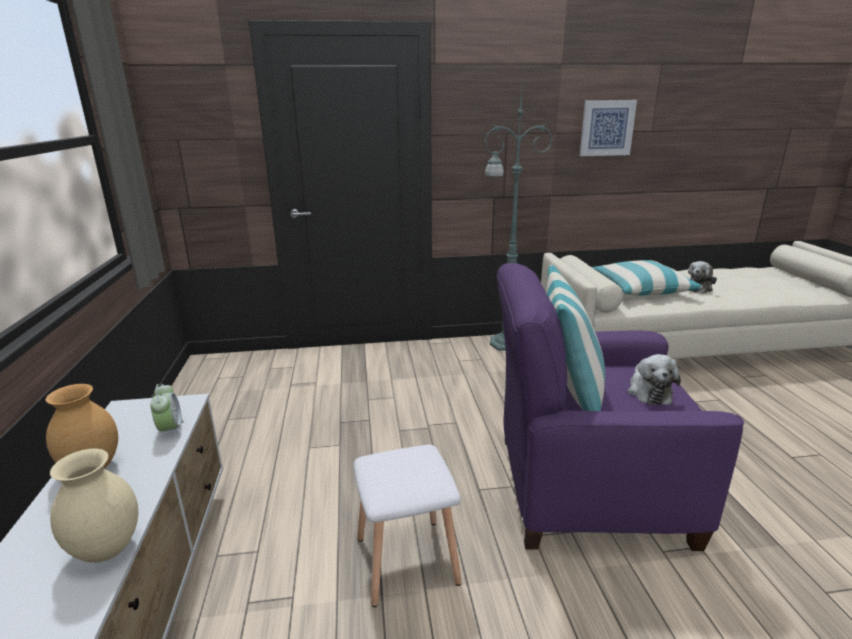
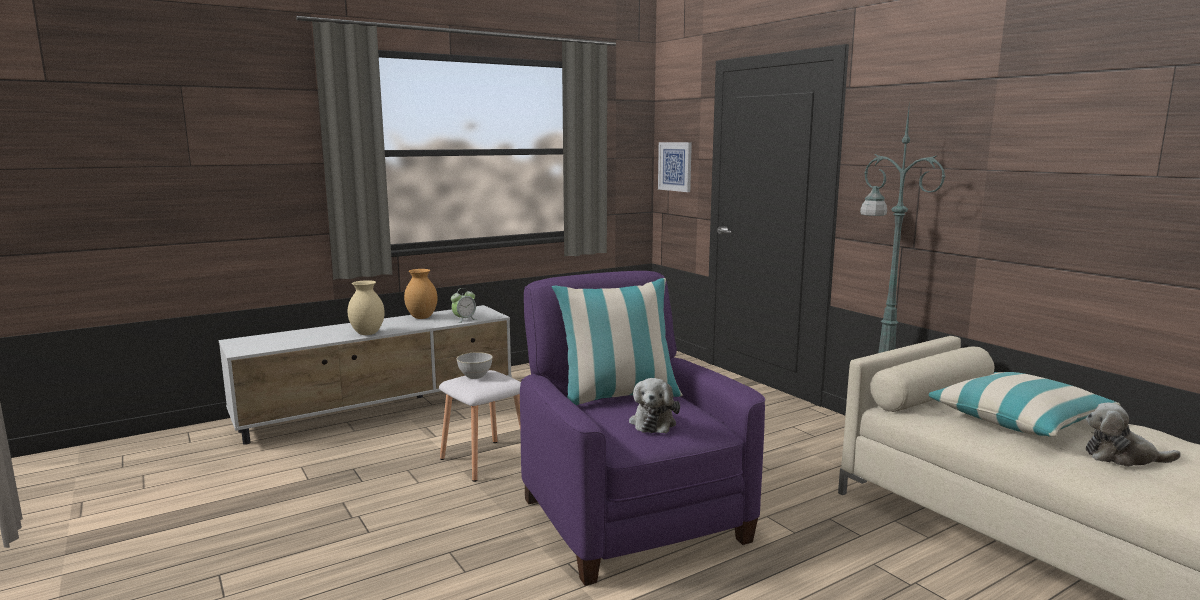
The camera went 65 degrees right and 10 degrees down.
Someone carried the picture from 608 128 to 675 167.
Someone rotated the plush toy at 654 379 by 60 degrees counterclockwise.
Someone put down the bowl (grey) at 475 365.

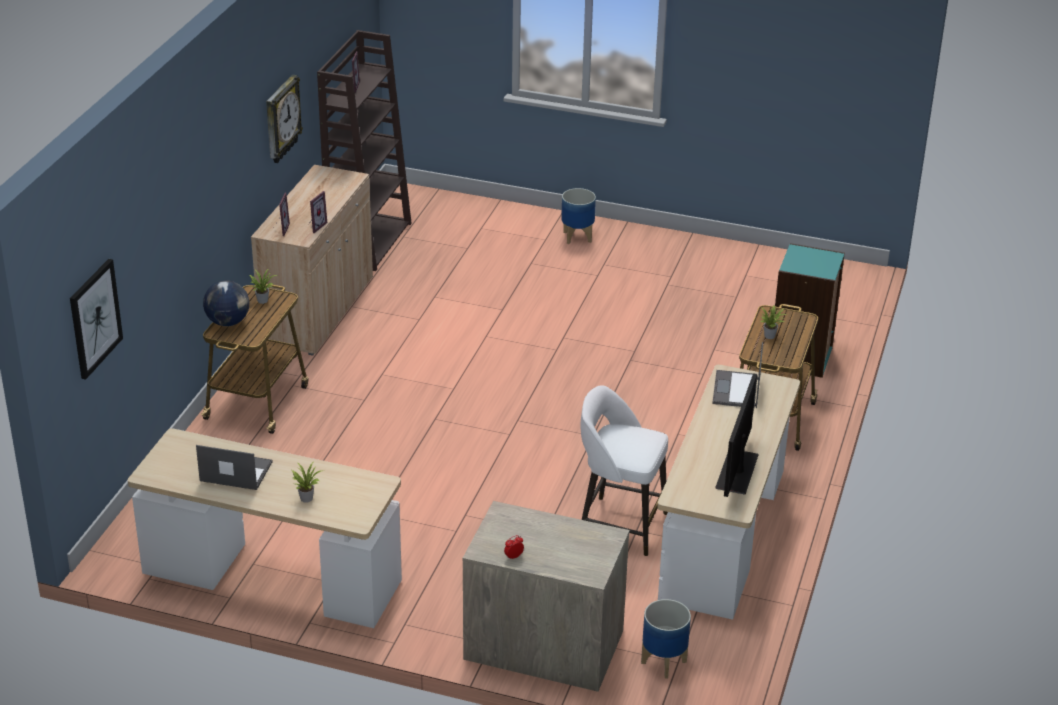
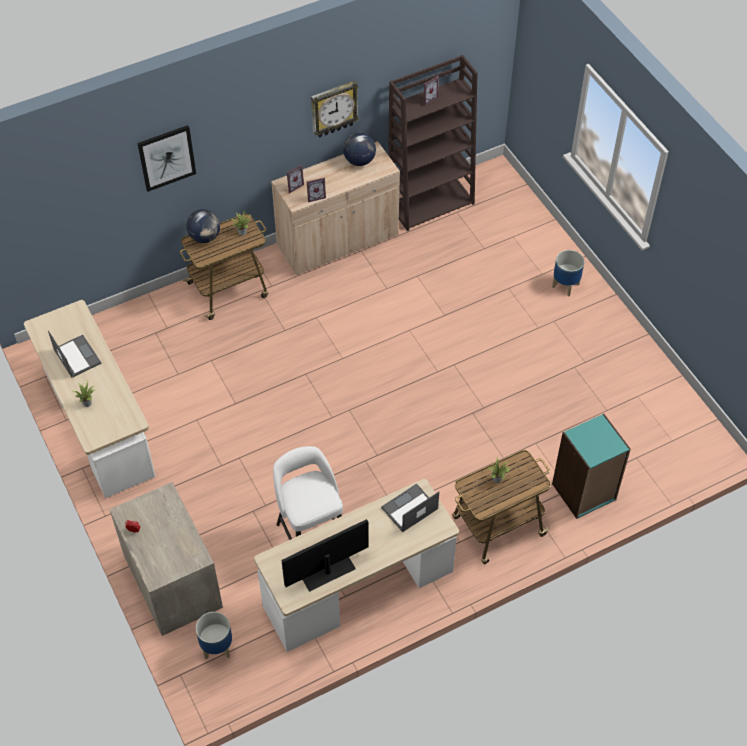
The camera went 45 degrees right and 20 degrees up.
Someone carried the picture from 96 319 to 166 158.
Someone put down the globe at 359 149.

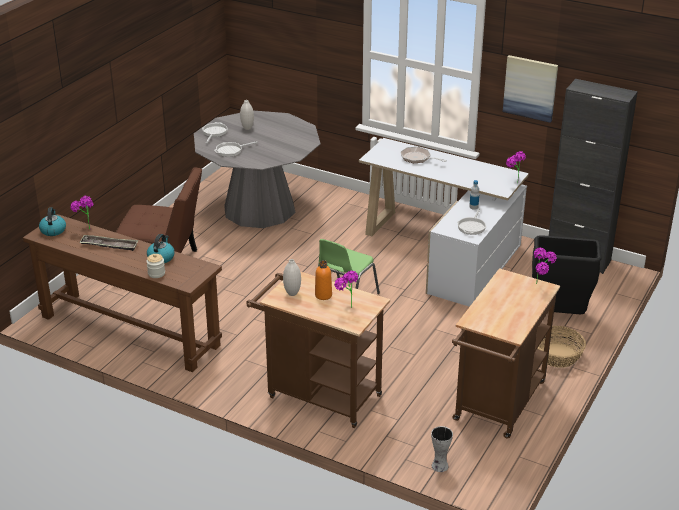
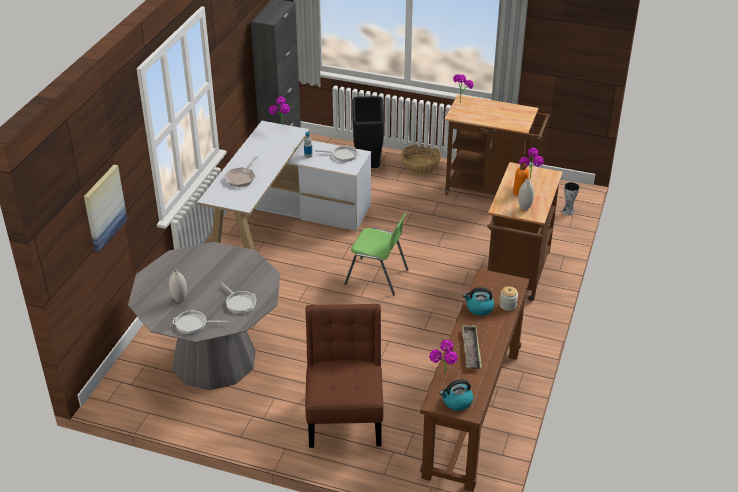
The camera went 100 degrees left and 5 degrees up.
Someone carried the picture from 530 89 to 105 209.

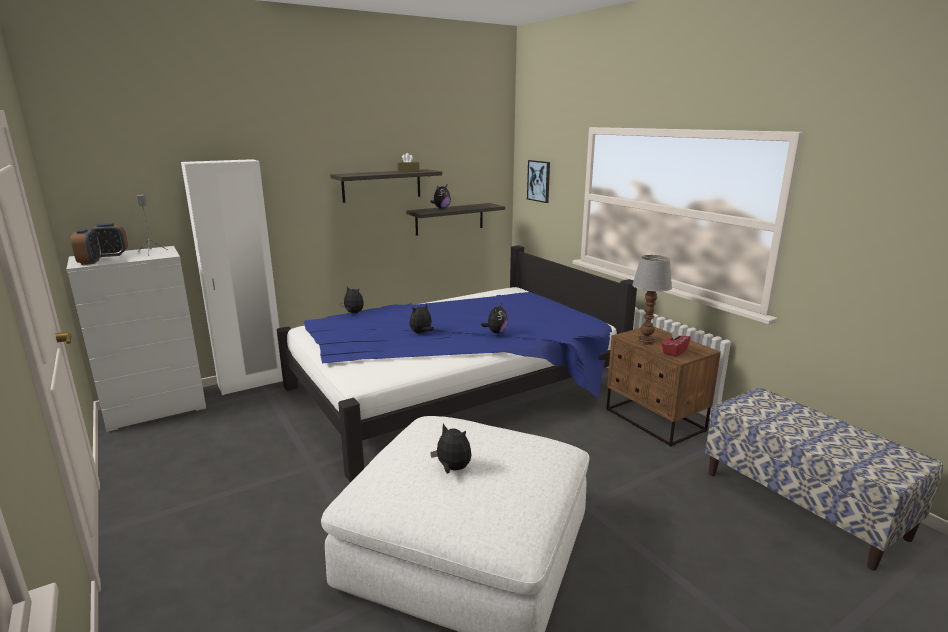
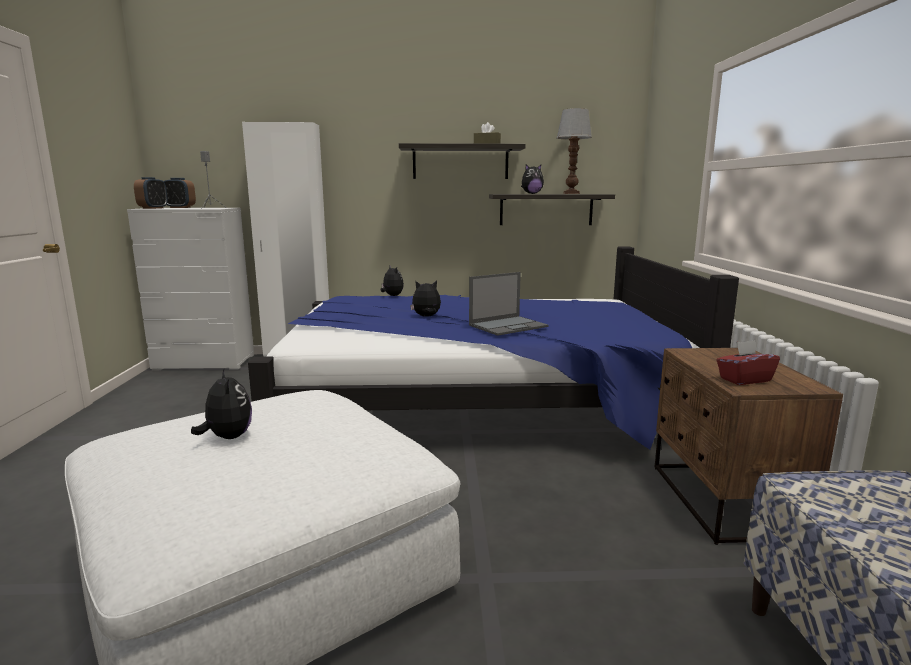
The camera went 30 degrees right and 5 degrees down.
Someone took away the picture at 538 181.
Someone carried the table lamp from 652 300 to 574 151.
Someone swapped the plush toy at 494 318 for the laptop at 509 304.

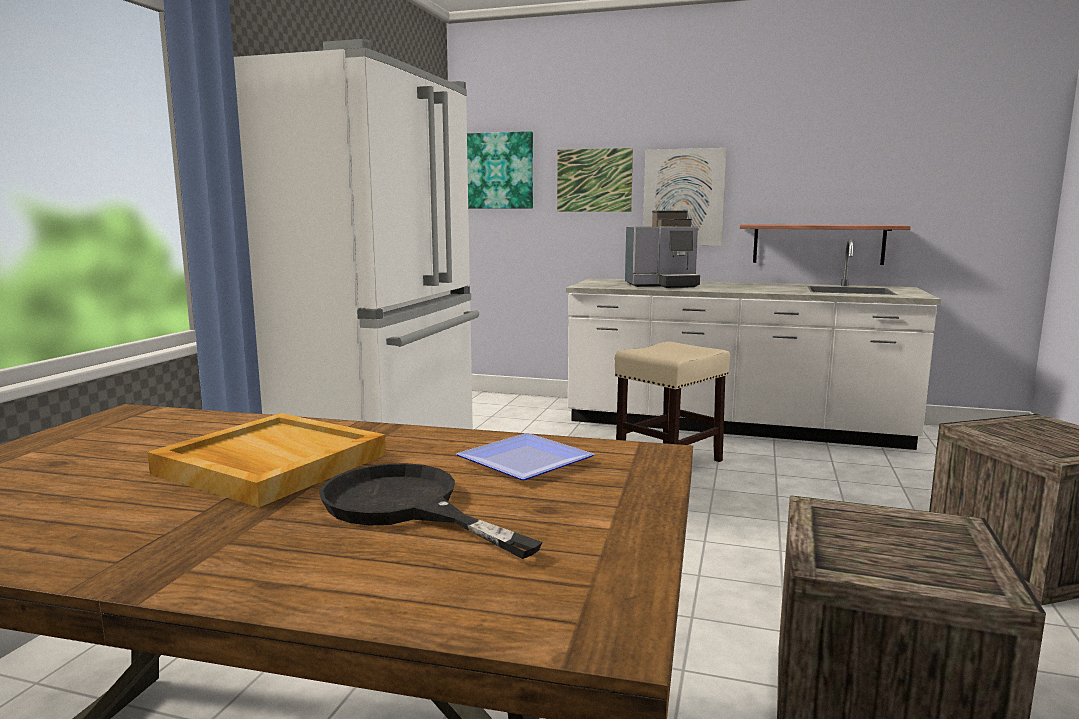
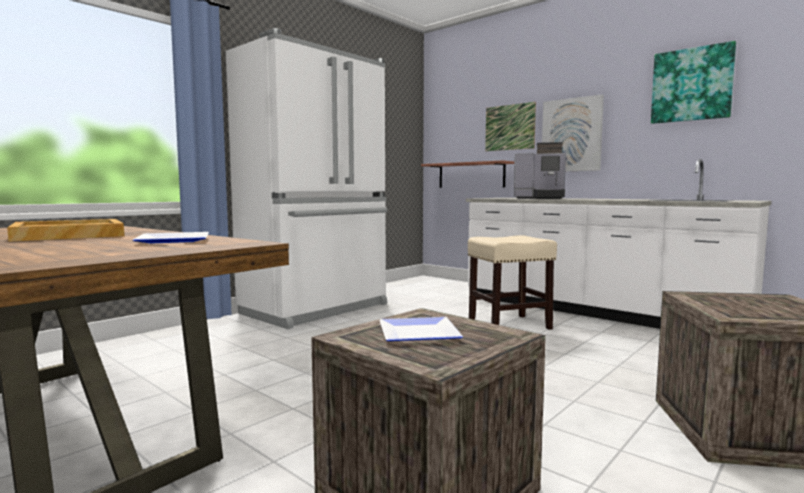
The camera went 25 degrees right and 5 degrees down.
Someone carried the picture from 500 170 to 693 82.
Someone carried the shelf from 825 244 to 467 174.
Someone took away the frying pan (black) at 430 511.
Someone put down the plate at 421 329.

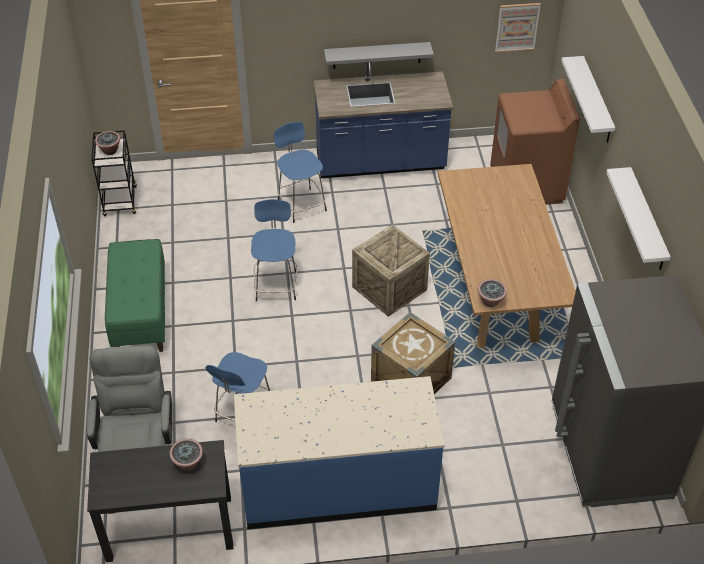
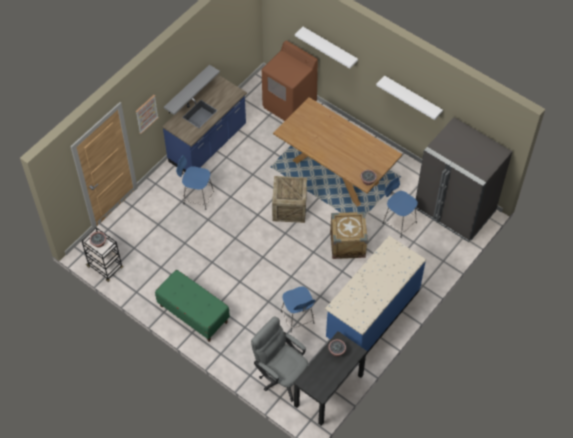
The camera went 45 degrees left and 10 degrees up.
Someone carried the picture from 518 27 to 147 114.
Someone carried the stool (blue) from 274 250 to 400 207.

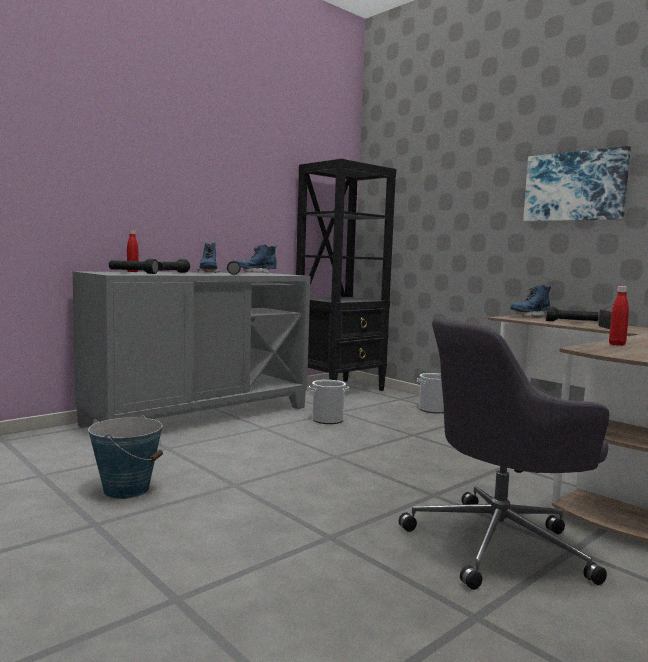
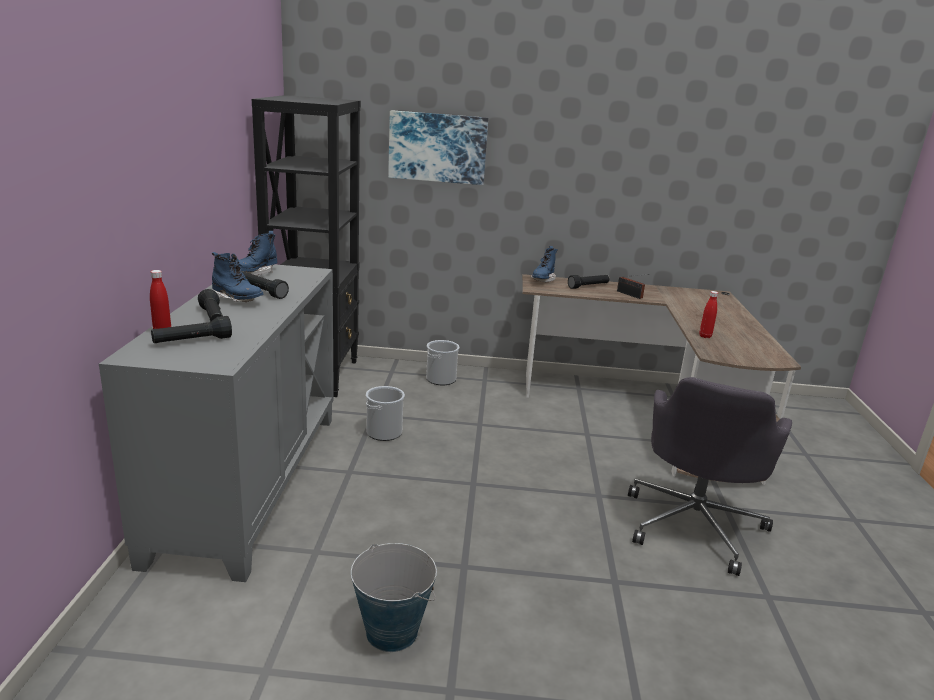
The camera went 45 degrees left and 15 degrees up.
Someone carried the picture from 577 184 to 438 147.

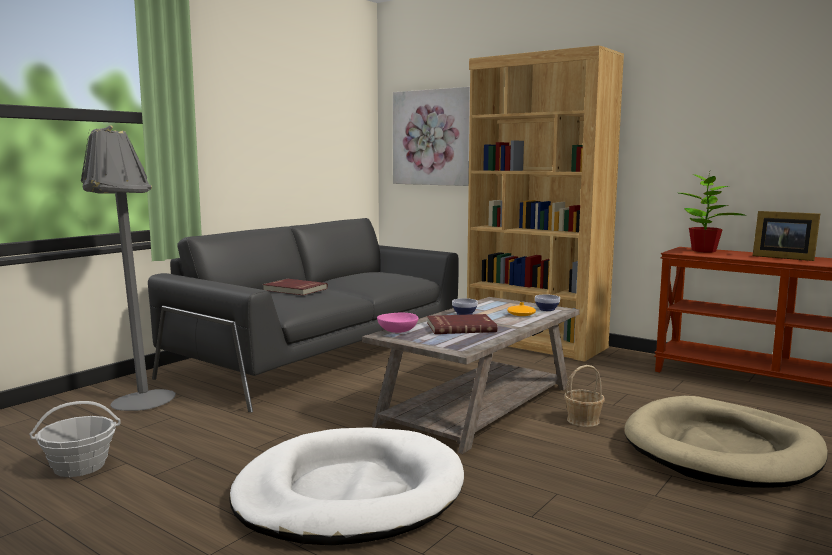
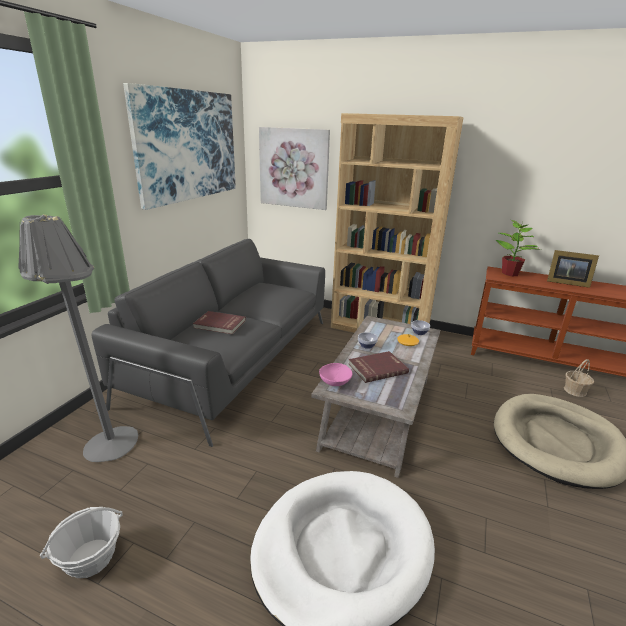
The camera went 15 degrees left and 15 degrees up.
Someone carried the basket from 584 396 to 579 378.
Someone put up the picture at 179 146.

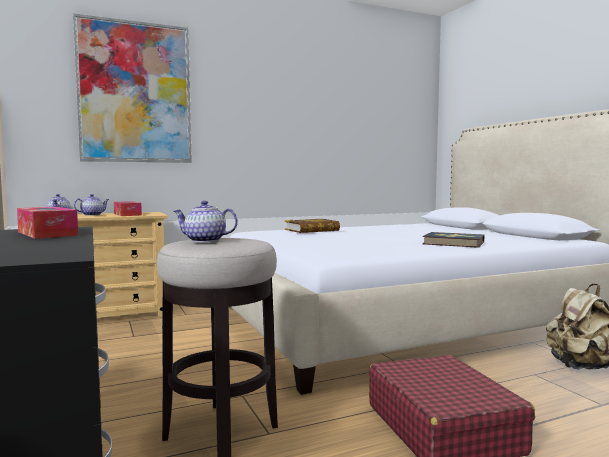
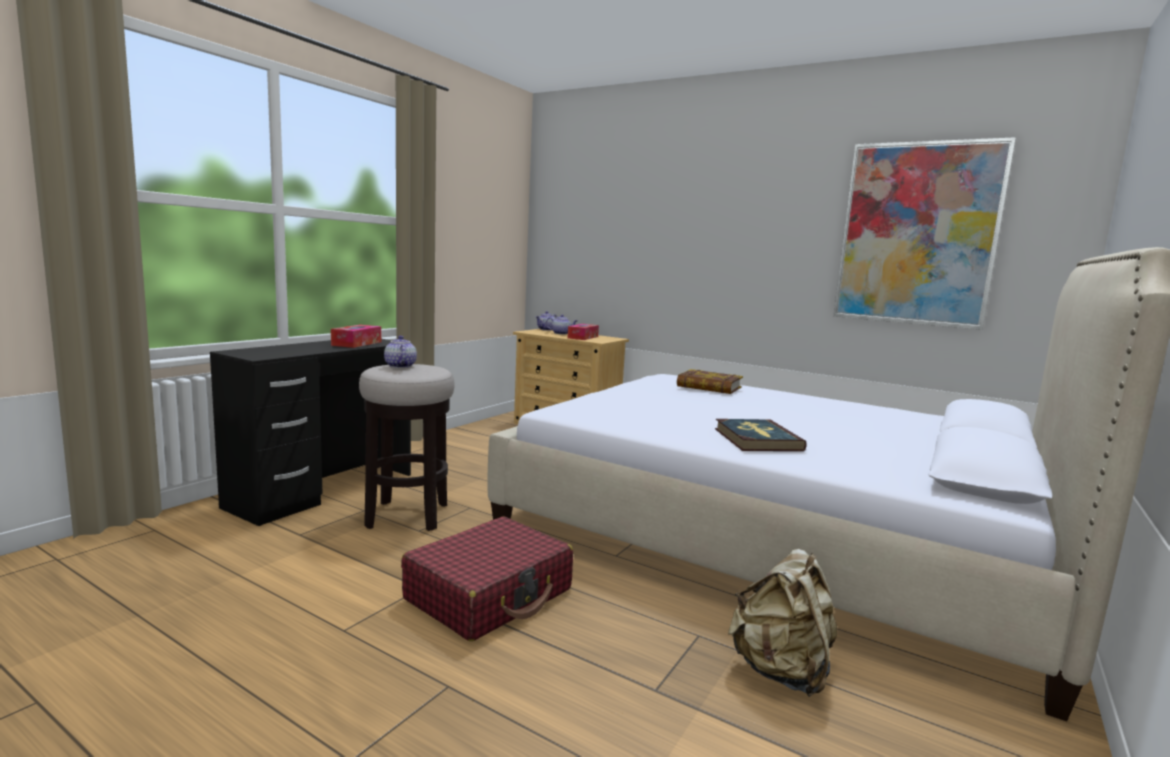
The camera went 55 degrees right and 5 degrees up.
Someone carried the picture from 132 88 to 924 233.

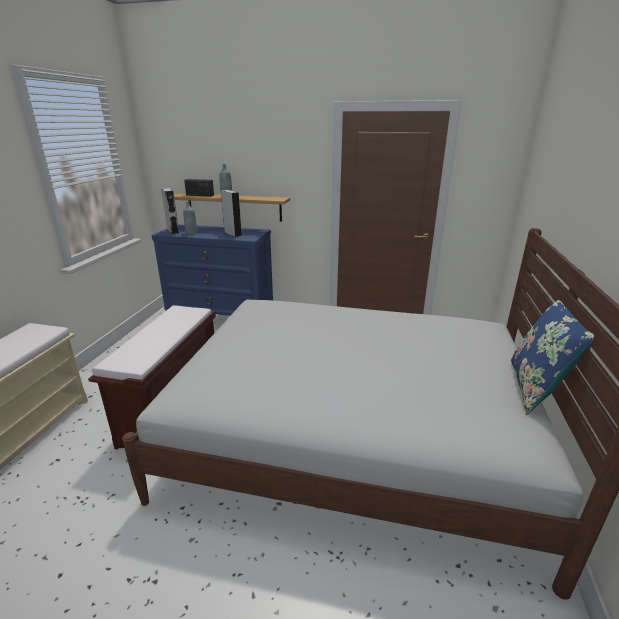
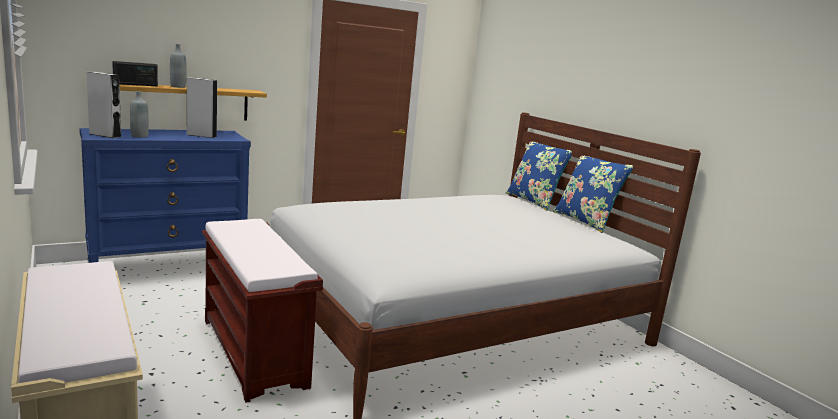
The camera went 45 degrees left and 10 degrees down.
Someone put down the pillow (blue) at 539 176.

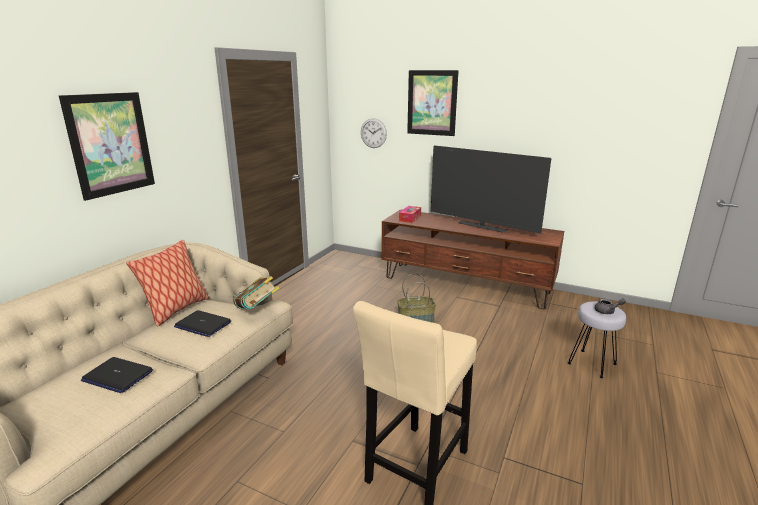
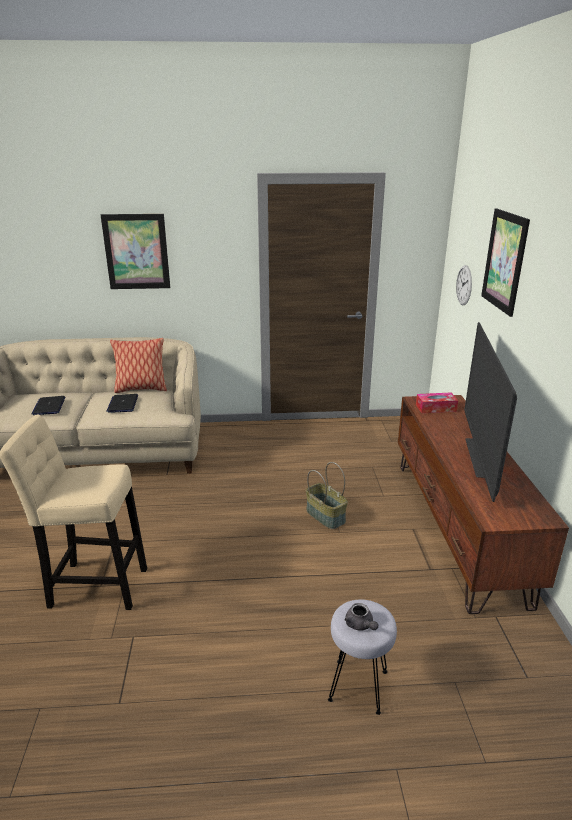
The camera went 60 degrees right and 5 degrees up.
Someone took away the book at 256 293.

